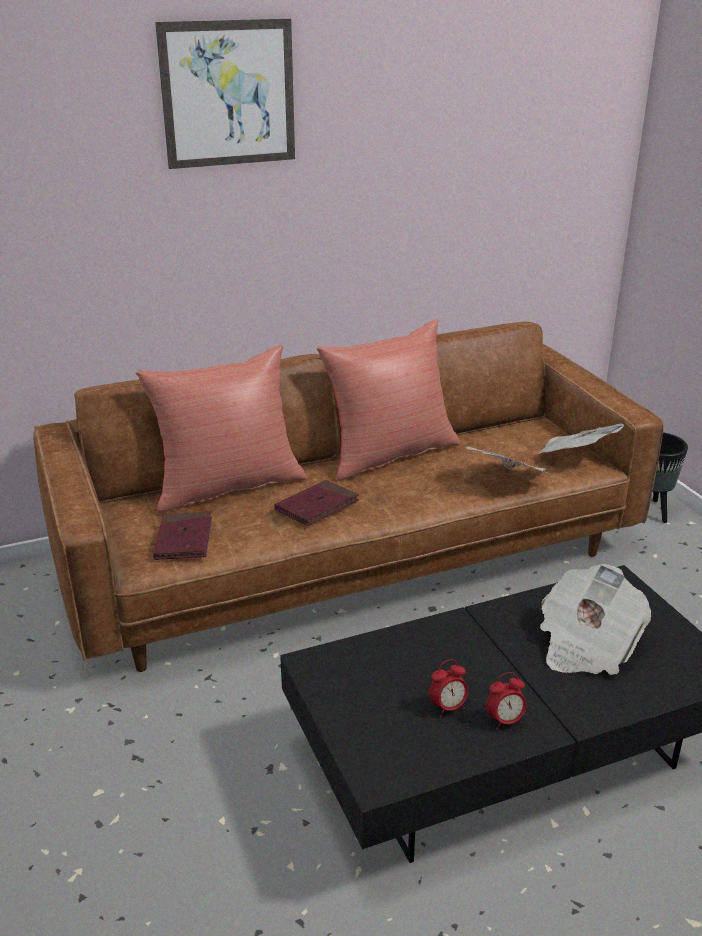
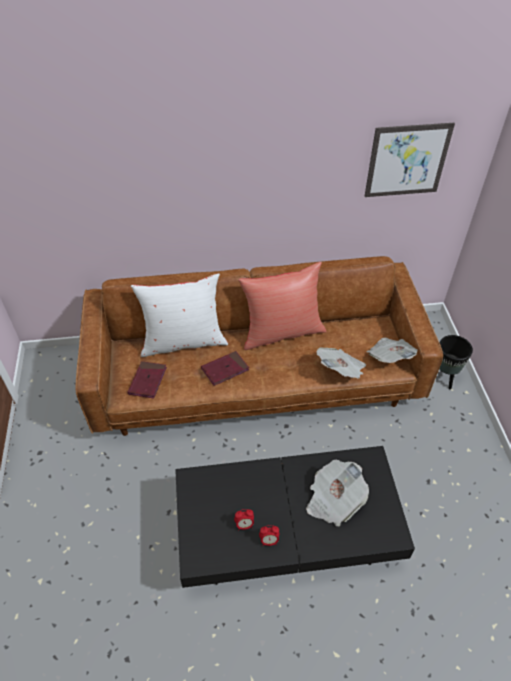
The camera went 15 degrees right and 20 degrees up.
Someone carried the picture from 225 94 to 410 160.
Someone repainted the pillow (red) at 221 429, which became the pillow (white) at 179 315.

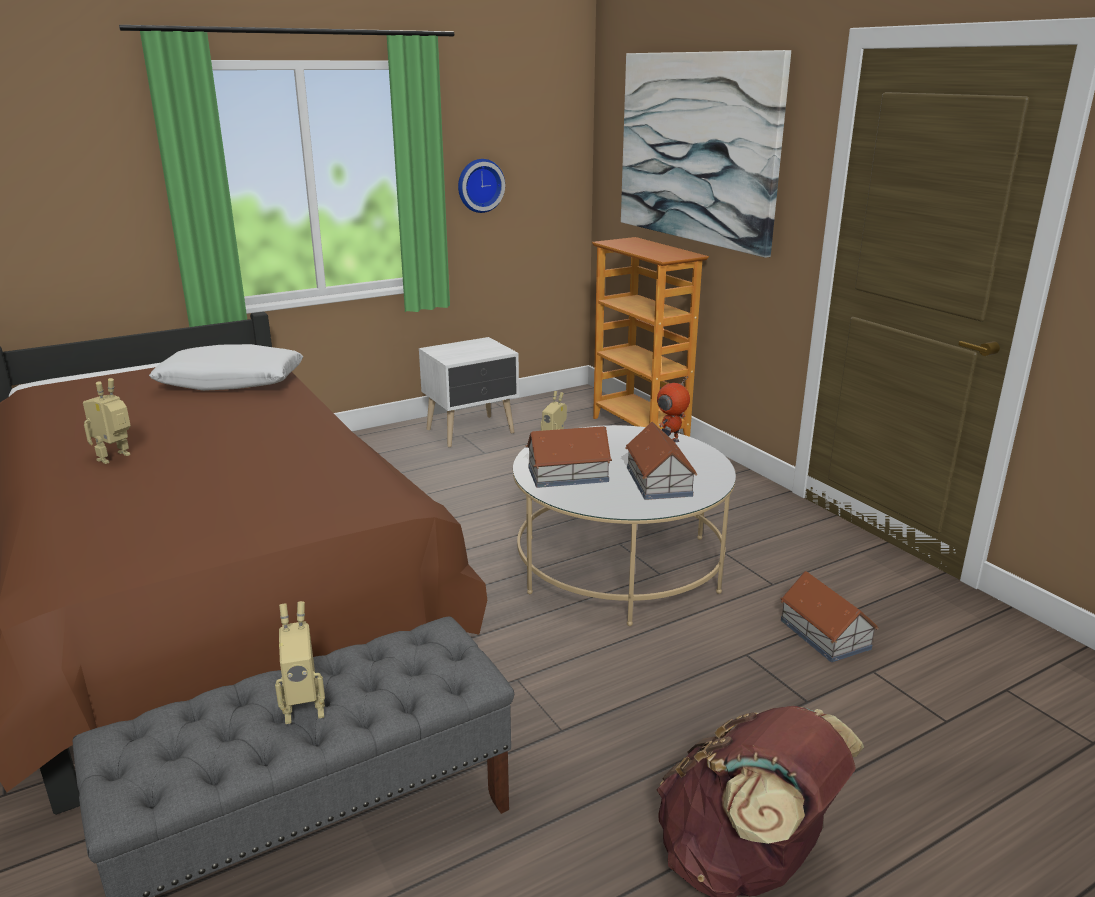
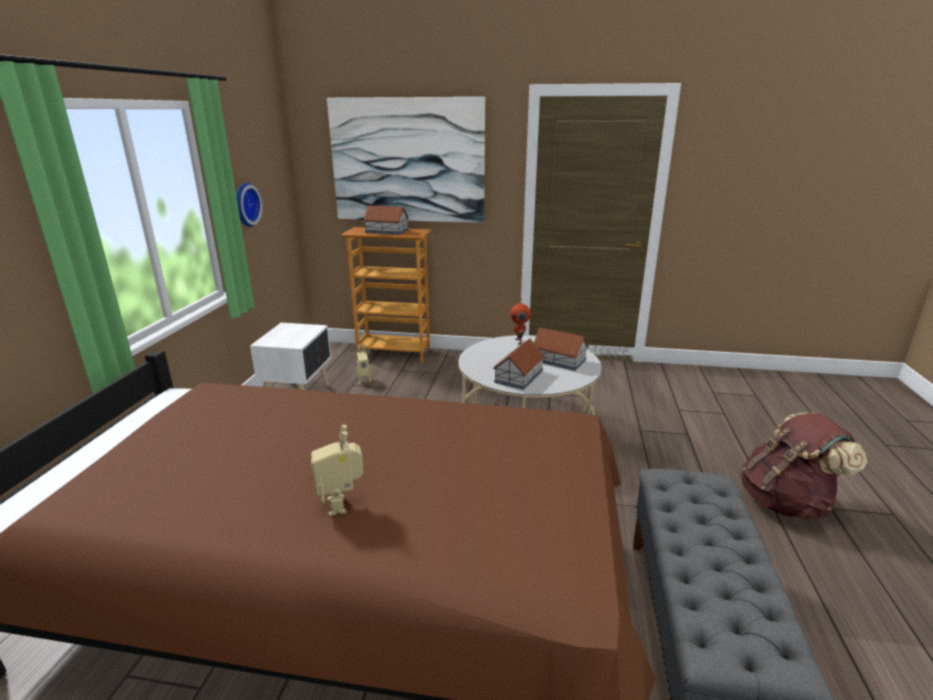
The camera went 50 degrees left and 0 degrees up.
Someone took away the pillow (white) at 226 367.
Someone carried the toy house from 829 617 to 386 220.
Someone took away the toy robot at 300 662.

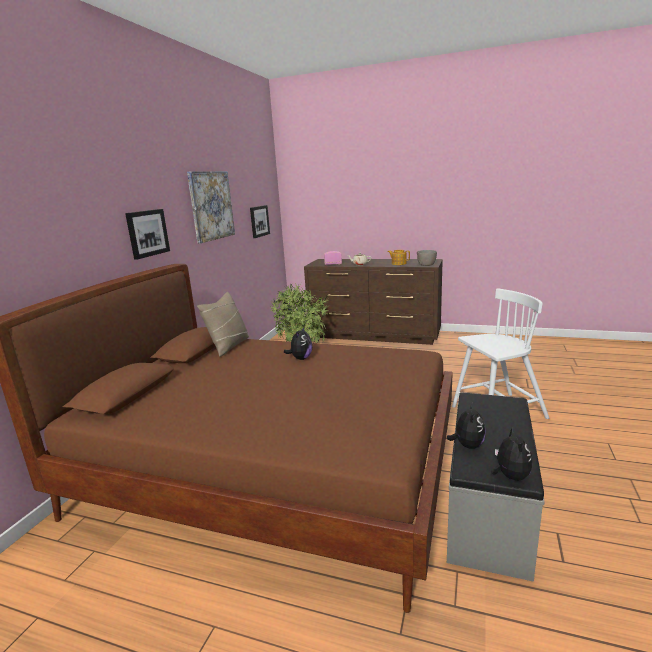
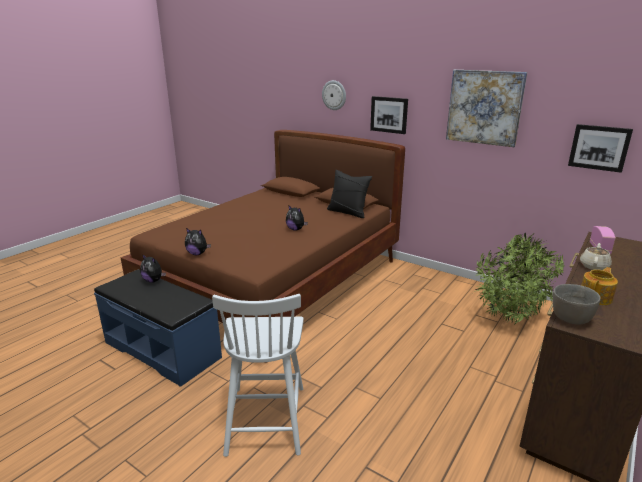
The camera went 105 degrees right and 5 degrees up.
Someone repainted the pillow (beige) at 223 324, which became the pillow (black) at 349 194.
Someone repainted the bench (grey) at 496 487, which became the bench (blue) at 158 328.
Someone carried the plush toy from 512 453 to 198 241.
Someone put up the wall clock at 334 95.

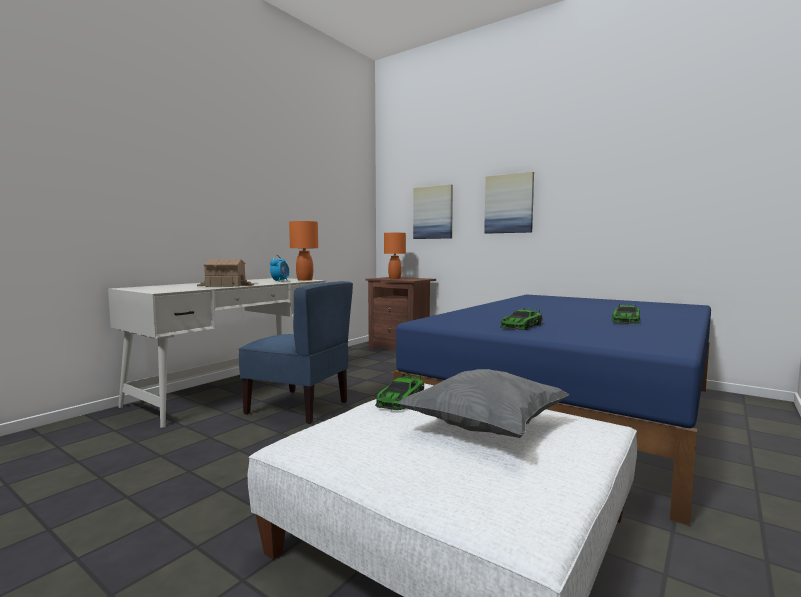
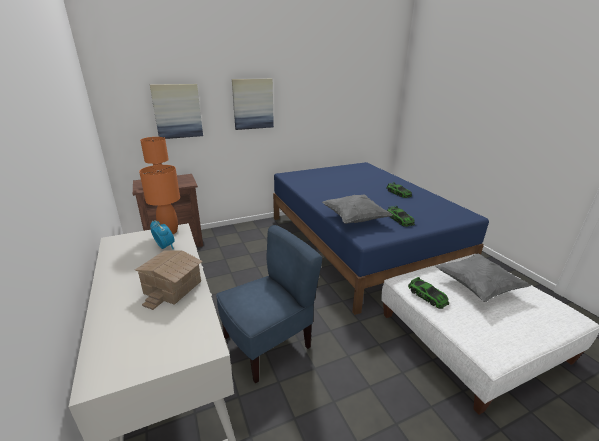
The camera went 60 degrees left and 20 degrees up.
Someone put down the pillow (grey) at 357 209.

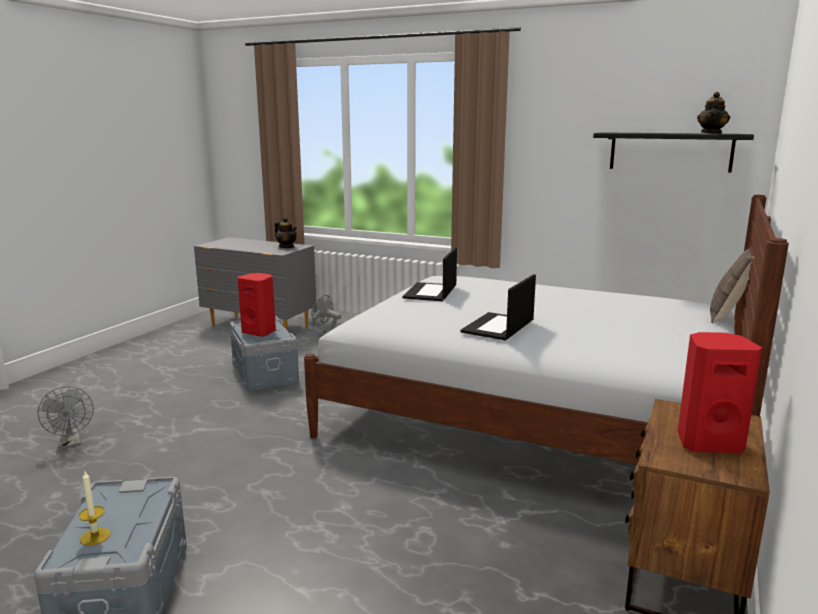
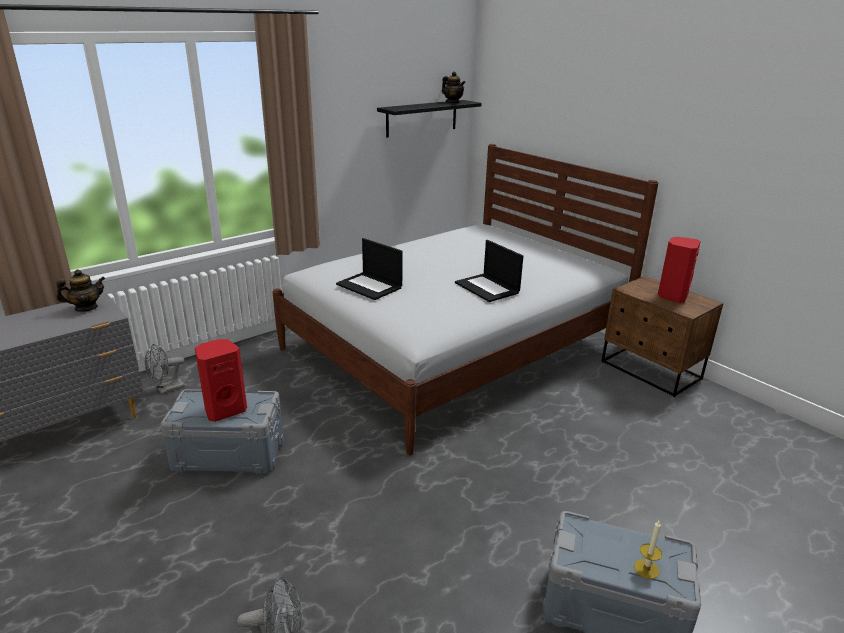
The camera went 65 degrees left and 10 degrees up.
Someone took away the pillow at 732 285.

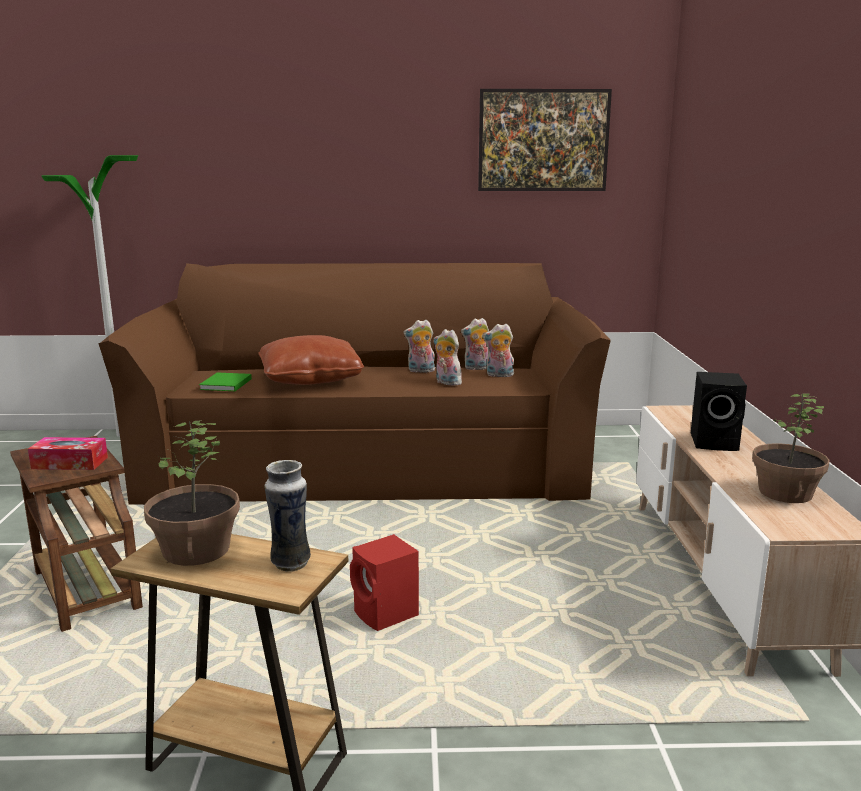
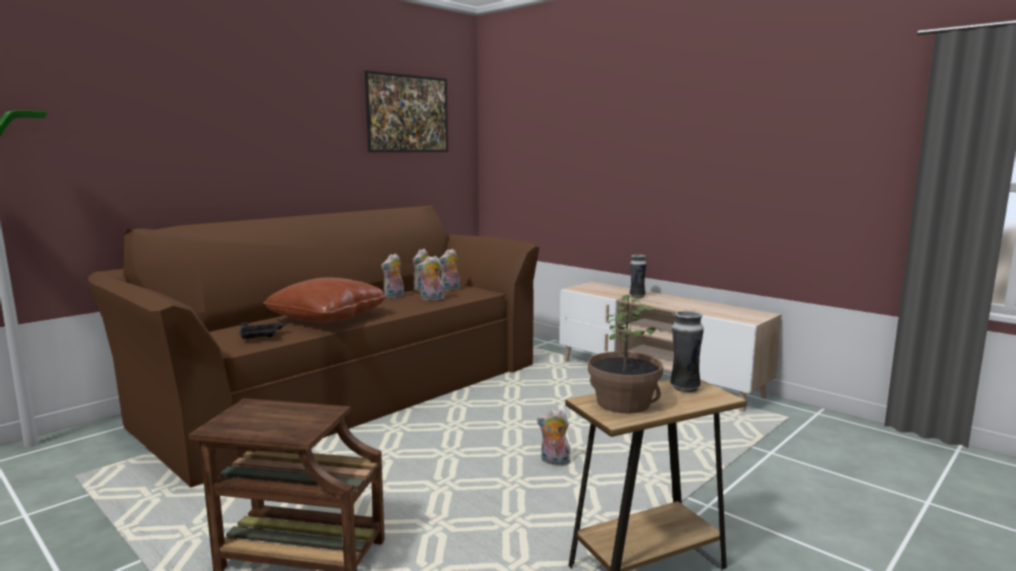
The camera went 45 degrees left and 5 degrees down.
Someone swapped the speaker (black) at 719 411 for the vase at 638 276.
Someone swapped the book (green) at 225 382 for the tray (black) at 262 330.
Someone took away the potted plant at 791 448.
Someone took away the tissue box at 68 453.
Someone swapped the speaker (red) at 384 582 for the plush toy at 554 437.

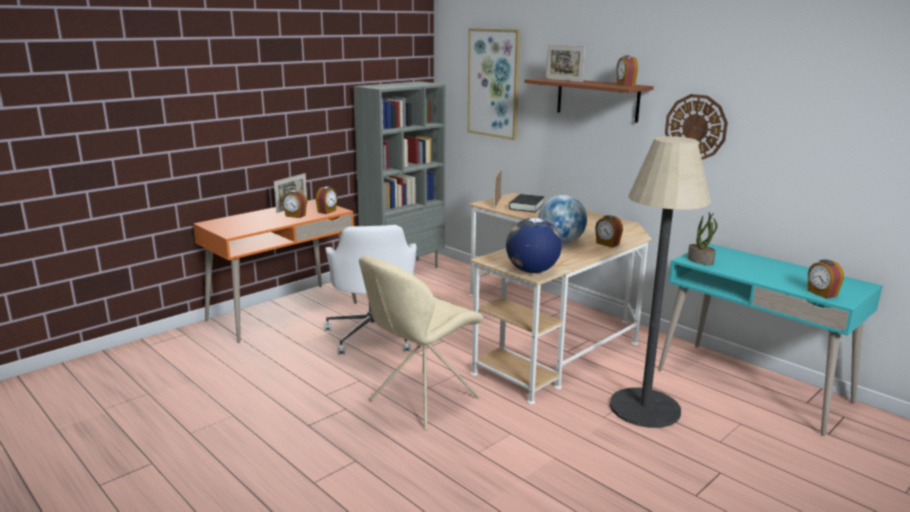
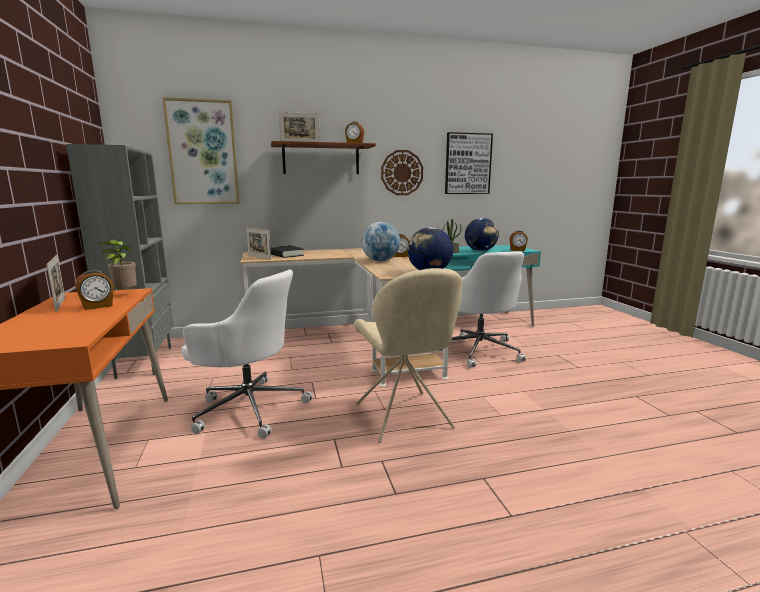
The camera went 60 degrees left and 5 degrees down.
Someone swapped the floor lamp at 660 282 for the office chair (white) at 481 309.
Someone swapped the alarm clock at 326 200 for the potted plant at 118 265.
Someone put up the picture at 469 163.
Someone put down the globe at 482 234.

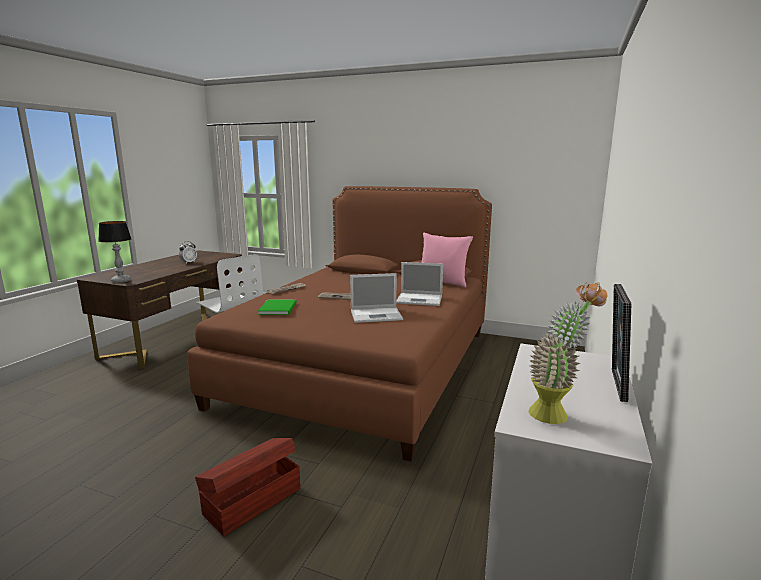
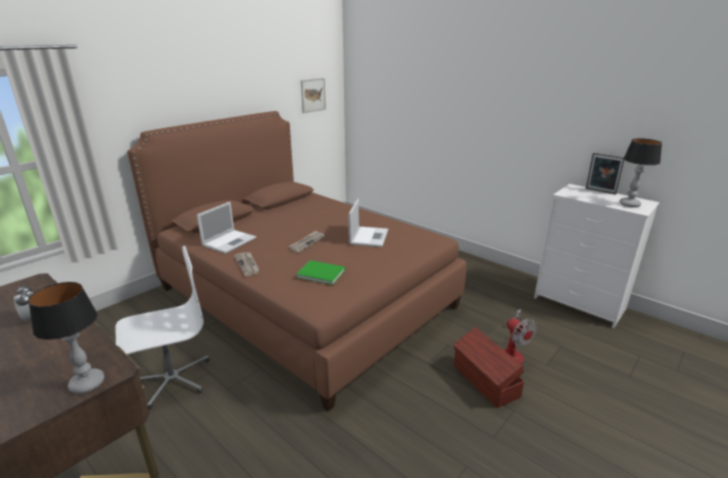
The camera went 70 degrees left and 10 degrees up.
Someone took away the pillow (pink) at 447 260.
Someone carried the laptop from 419 284 to 226 228.
Someone swapped the potted plant at 568 353 for the table lamp at 640 173.
Someone put up the picture at 313 95.
Someone put down the fan at 518 336.

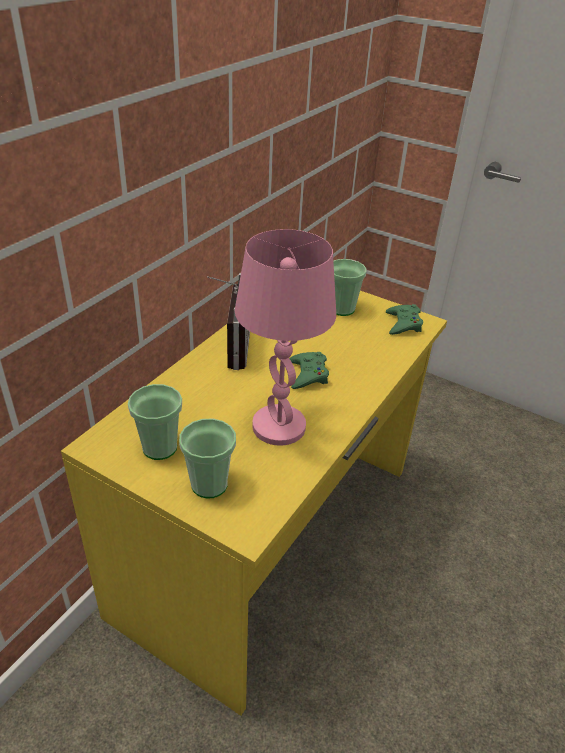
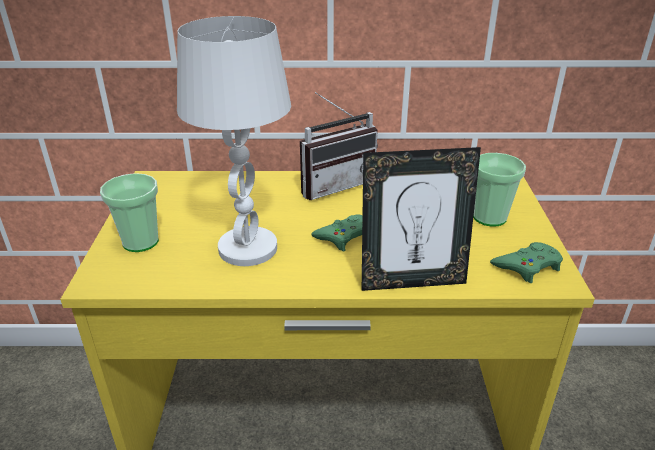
The camera went 60 degrees right and 5 degrees down.
Someone repainted the table lamp (pink) at 285 337, which became the table lamp (white) at 234 141.
Someone took away the cup at 155 422.
Someone put down the picture frame at 421 219.

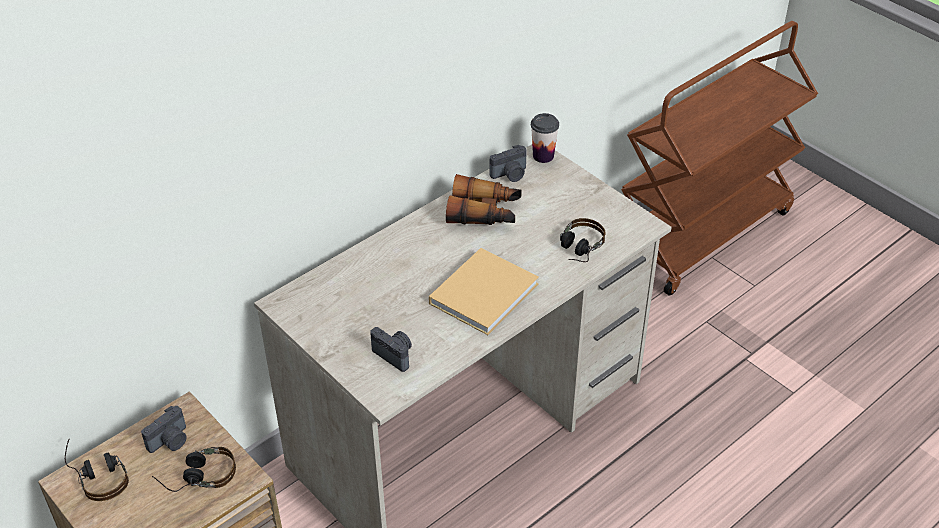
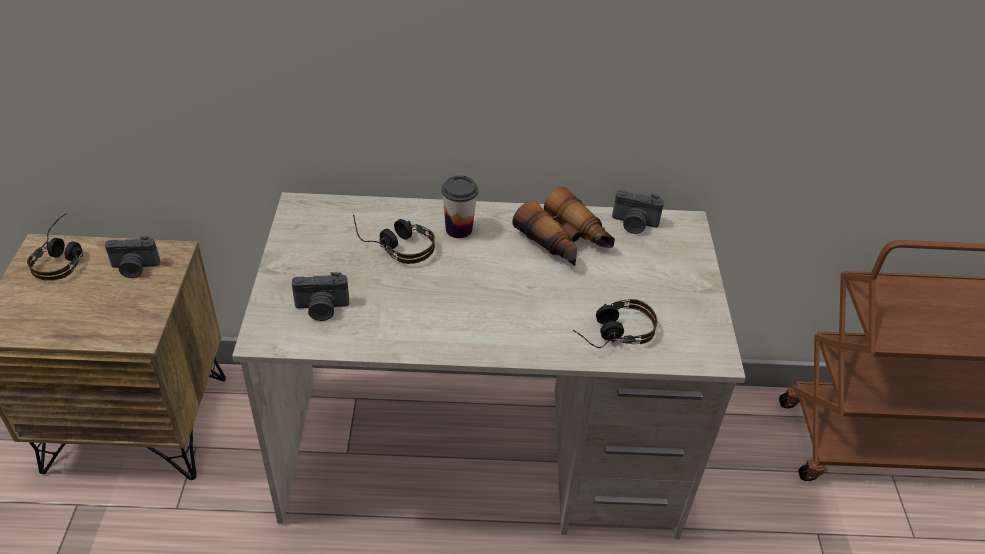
The camera went 40 degrees right and 0 degrees up.
Someone carried the cup from 545 138 to 459 207.
Someone took away the book (beige) at 484 291.
Someone rotated the photo camera at 391 349 by 90 degrees clockwise.
Someone carried the headphones from 194 469 to 394 239.

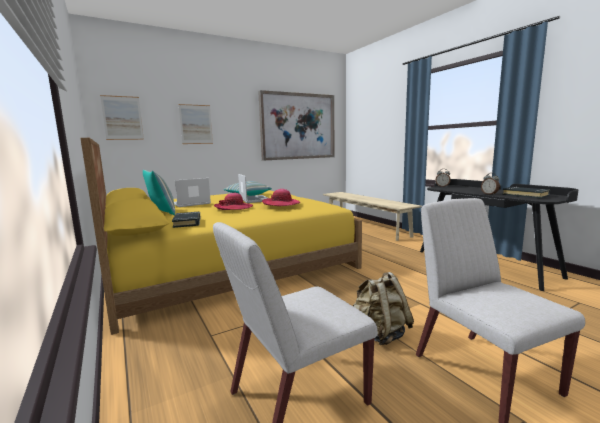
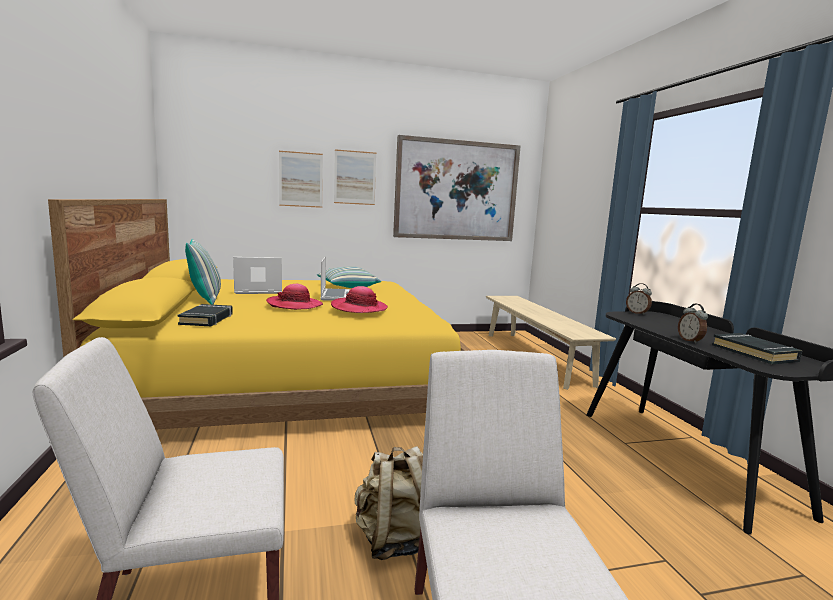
The camera went 15 degrees right and 0 degrees up.
Someone carried the picture from 122 117 to 355 177.

